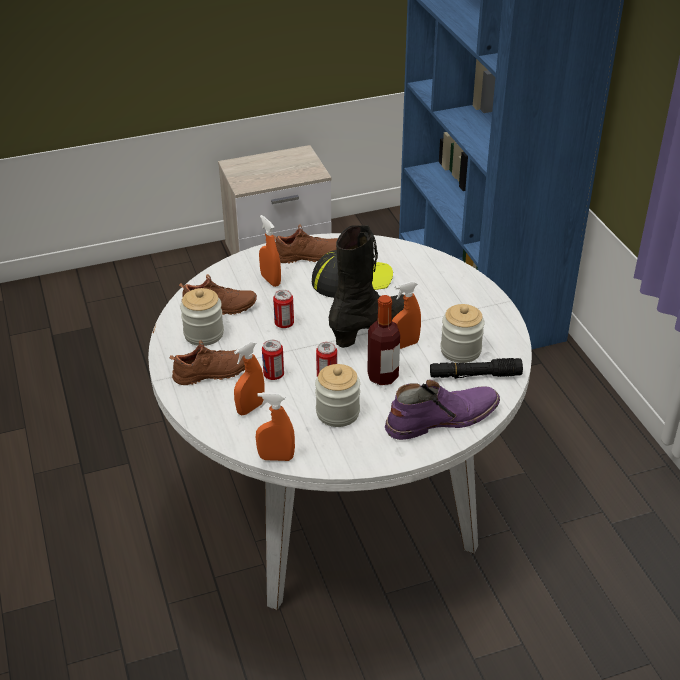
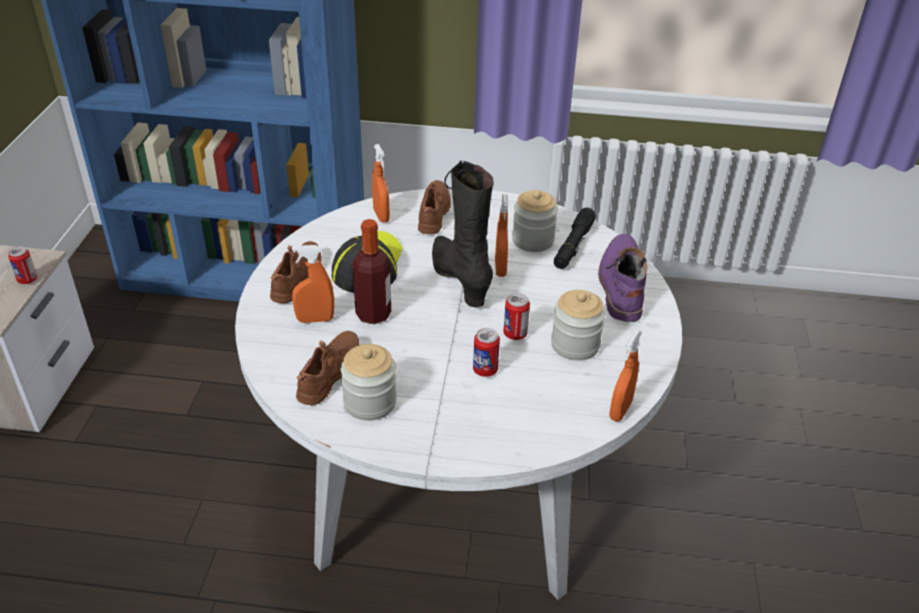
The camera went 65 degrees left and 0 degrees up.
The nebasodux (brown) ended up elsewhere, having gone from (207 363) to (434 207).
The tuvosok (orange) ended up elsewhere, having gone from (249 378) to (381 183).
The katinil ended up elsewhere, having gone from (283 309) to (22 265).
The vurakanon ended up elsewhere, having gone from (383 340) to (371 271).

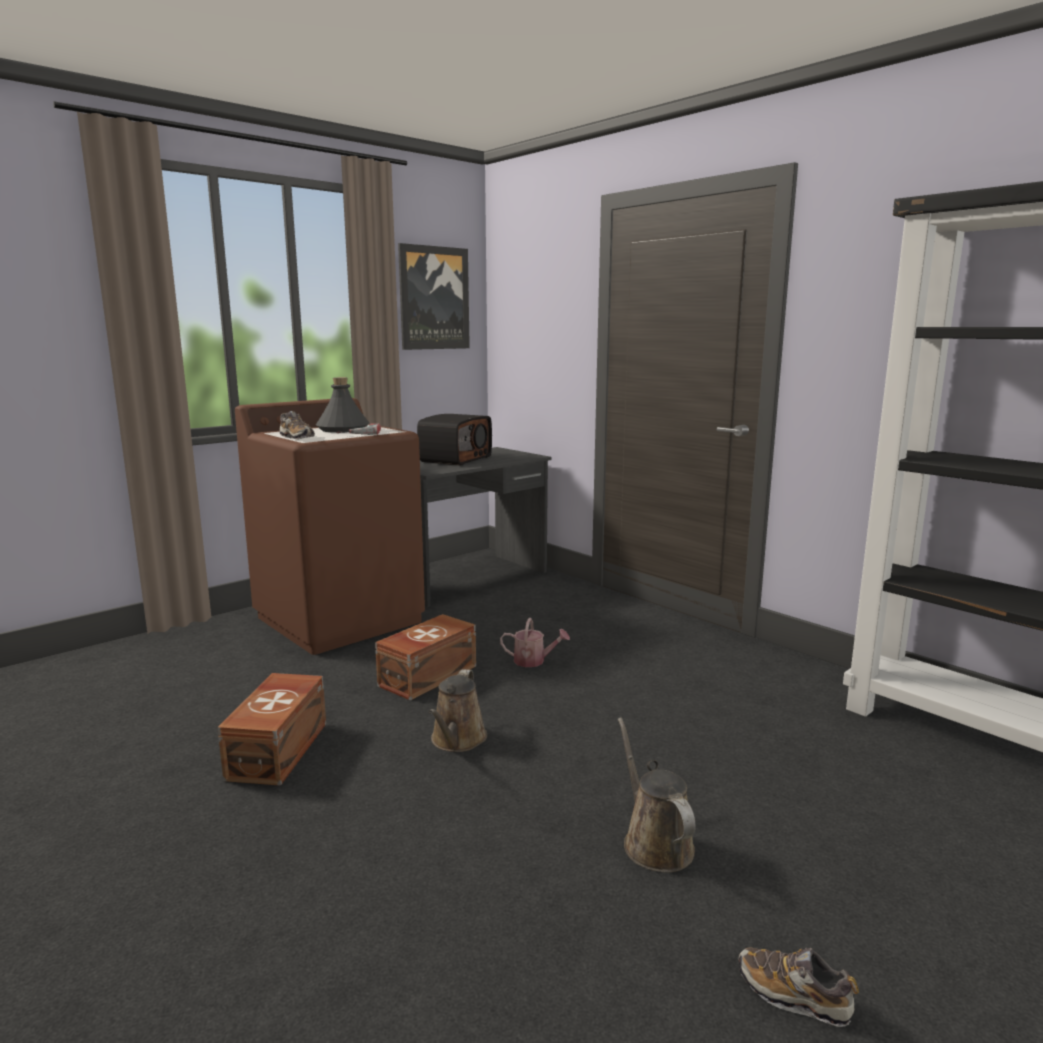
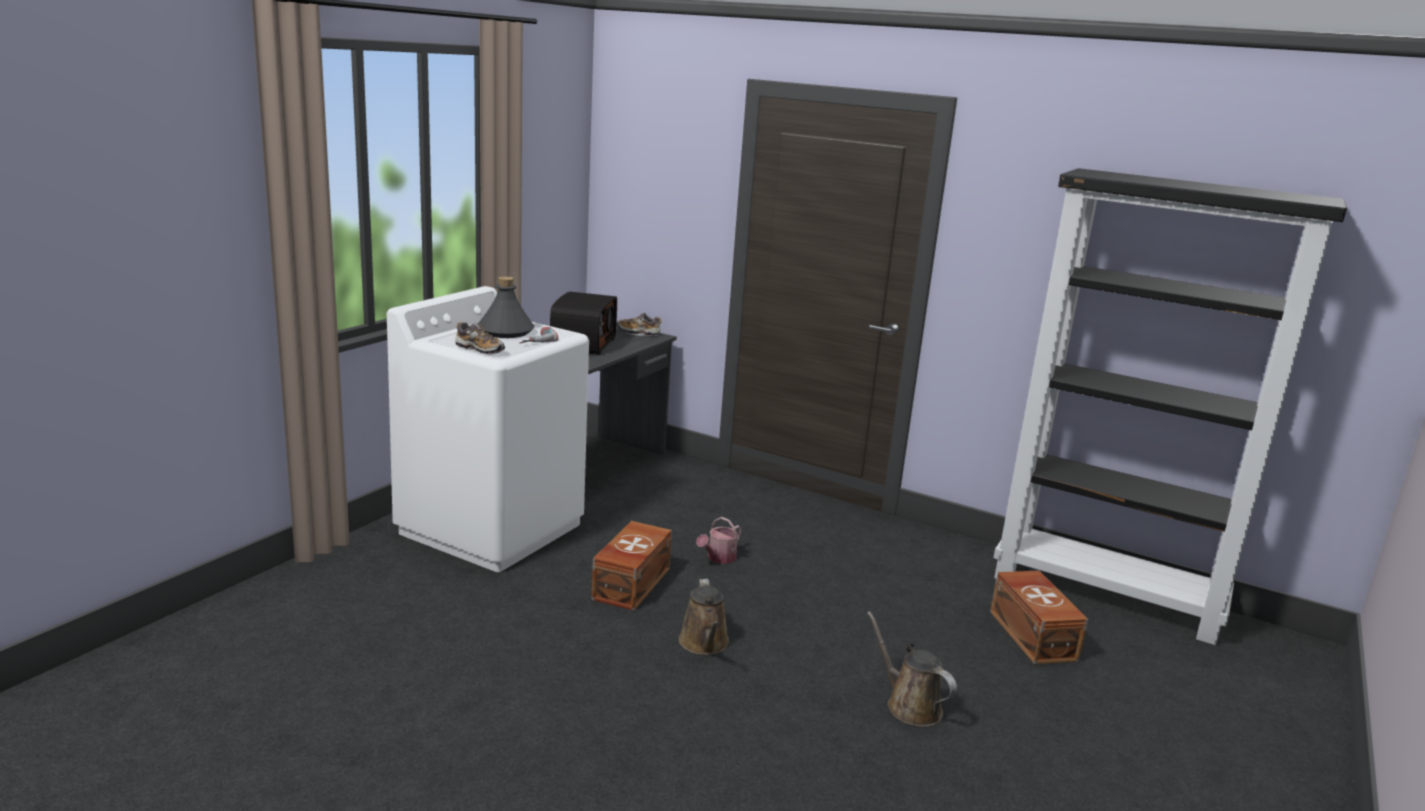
The camera went 20 degrees left and 5 degrees up.
The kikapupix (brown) ended up elsewhere, having gone from (271 729) to (1039 617).
What was the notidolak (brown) at (330 526) turned into the notidolak (white) at (488 429).
The second view lost the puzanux at (434 296).
The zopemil at (535 642) ended up facing another way, 135 degrees clockwise from before.
The nebasodux ended up elsewhere, having gone from (799 987) to (639 324).

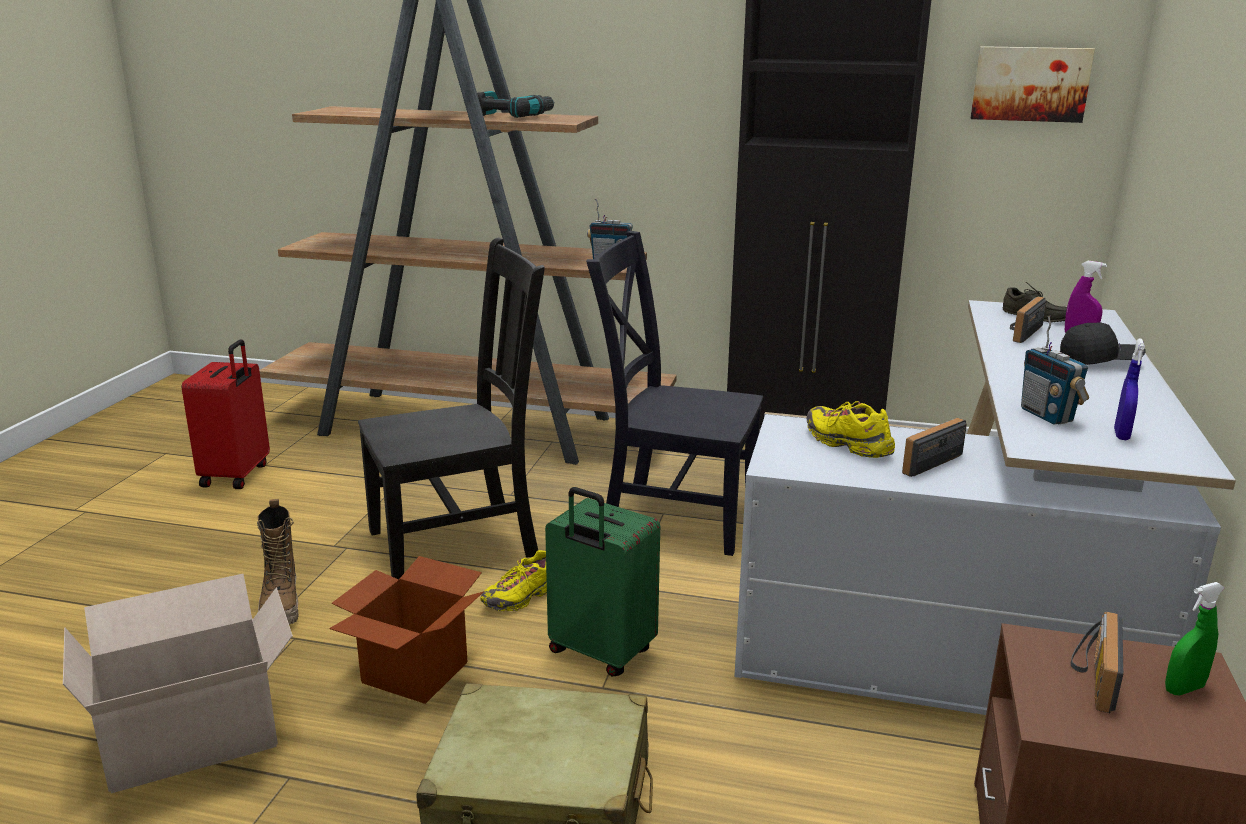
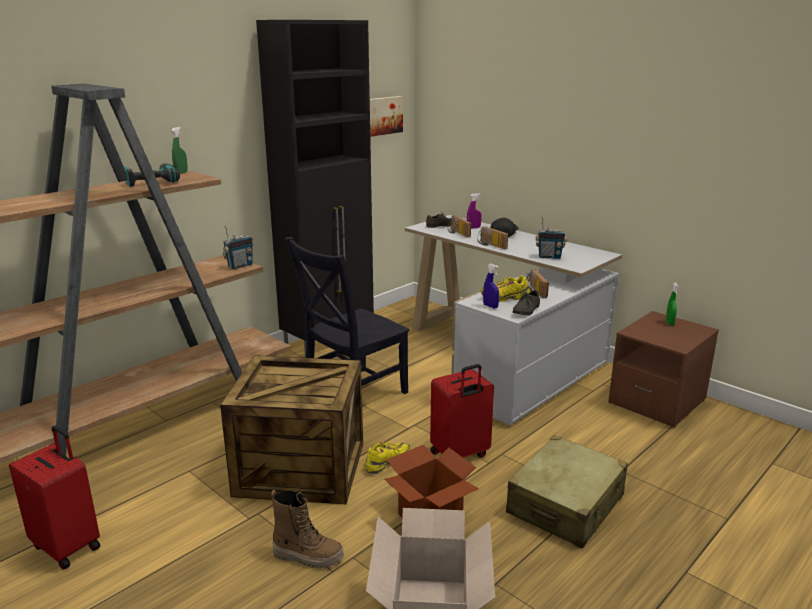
The camera went 60 degrees left and 0 degrees up.
Where the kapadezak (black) stood at (451 408), the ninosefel came to stand at (291 429).
The nebasodux (yellow) at (513 580) ended up facing another way, 120 degrees counterclockwise from before.
What was the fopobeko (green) at (602 582) turned into the fopobeko (red) at (462 411).
The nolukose ended up elsewhere, having gone from (1097 662) to (493 237).
The tuvosok (blue) ended up elsewhere, having gone from (1129 389) to (491 286).
The second view gained the tuvosok (green) at (179 150).
The second view gained the nebasodux (grey) at (526 300).

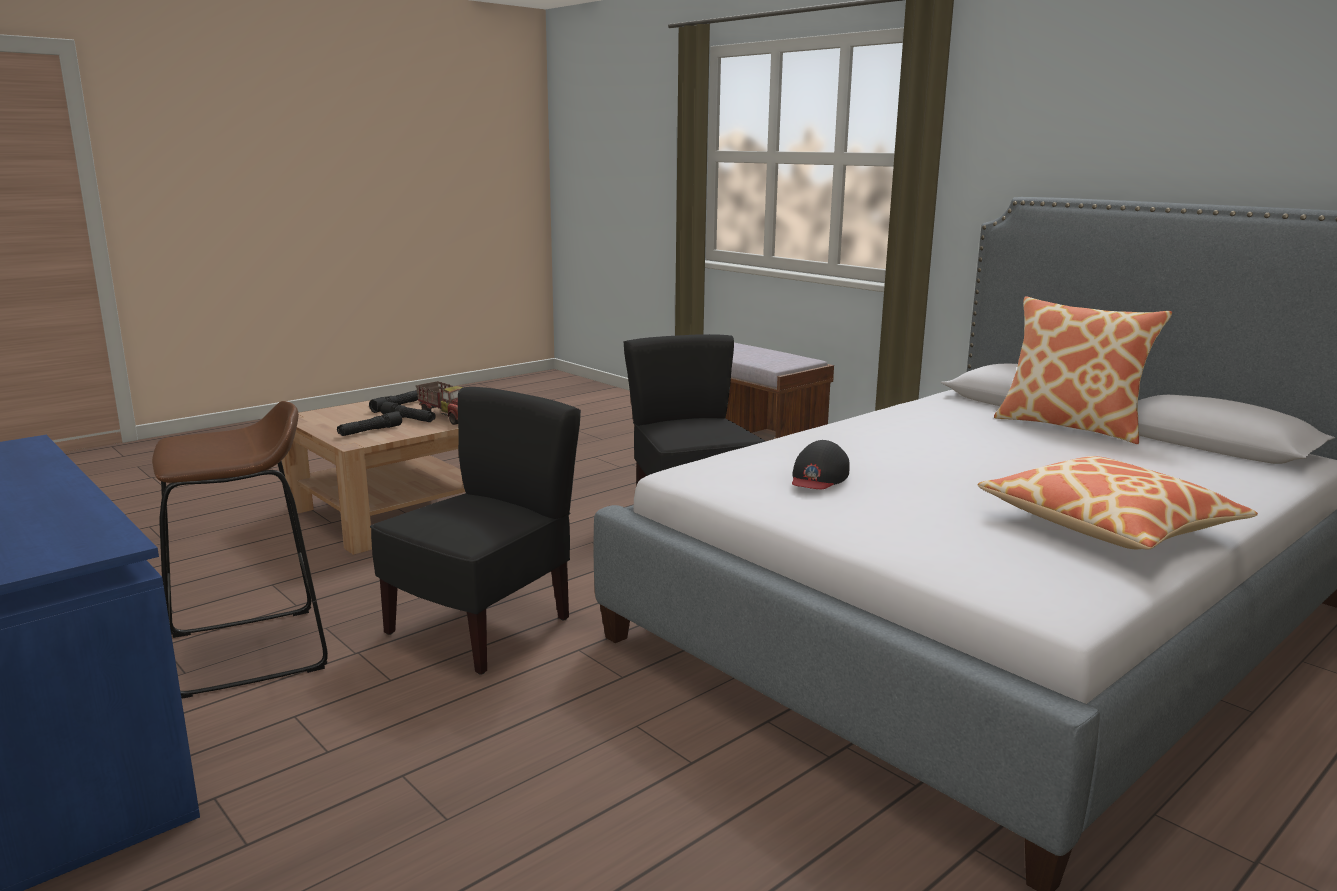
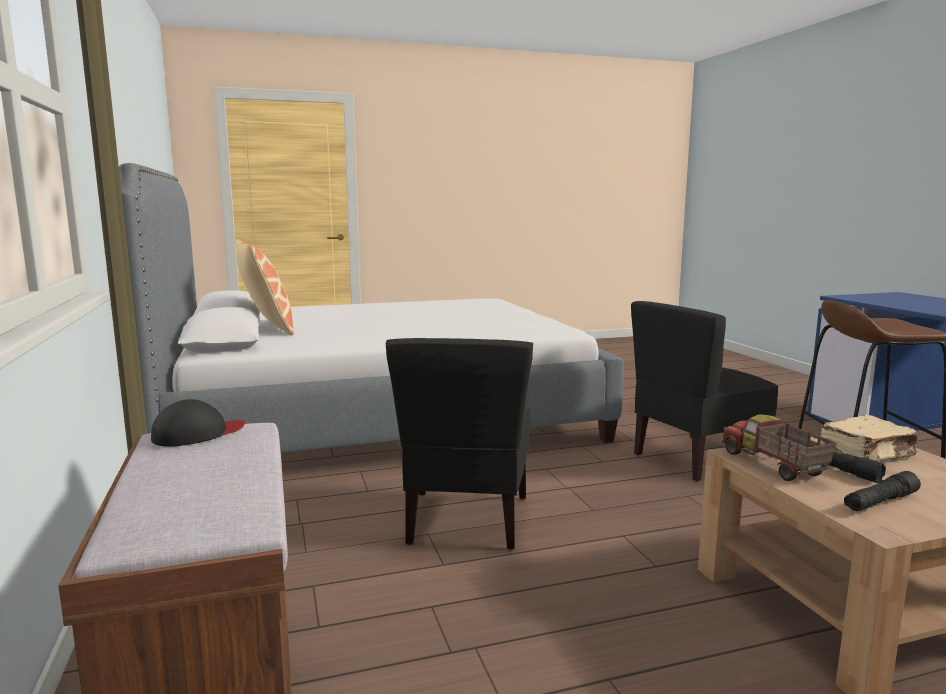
The camera went 155 degrees left and 5 degrees down.
Where the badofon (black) stood at (369 423), the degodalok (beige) came to stand at (869 438).
The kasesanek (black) ended up elsewhere, having gone from (821 464) to (198 423).
The second view lost the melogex at (1118 503).

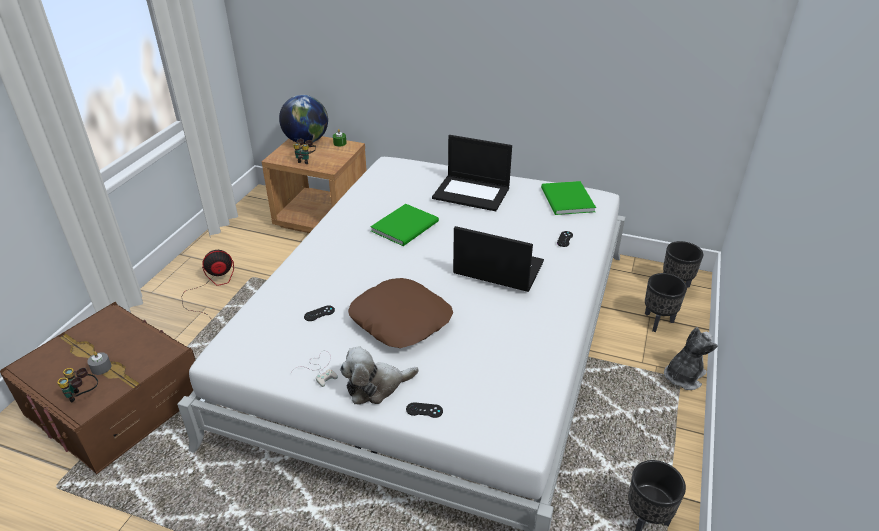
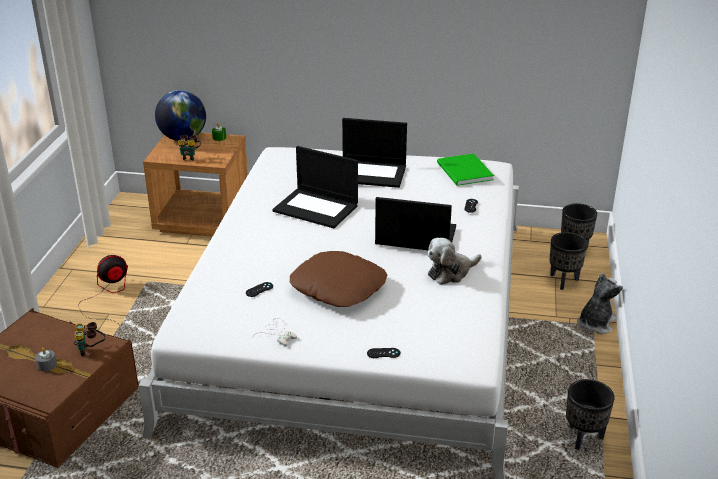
The camera went 10 degrees left and 5 degrees down.
The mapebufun ended up elsewhere, having gone from (77 385) to (89 339).
The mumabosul ended up elsewhere, having gone from (379 375) to (454 261).
Where the degodalok (green) stood at (404 225), the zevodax came to stand at (315 187).

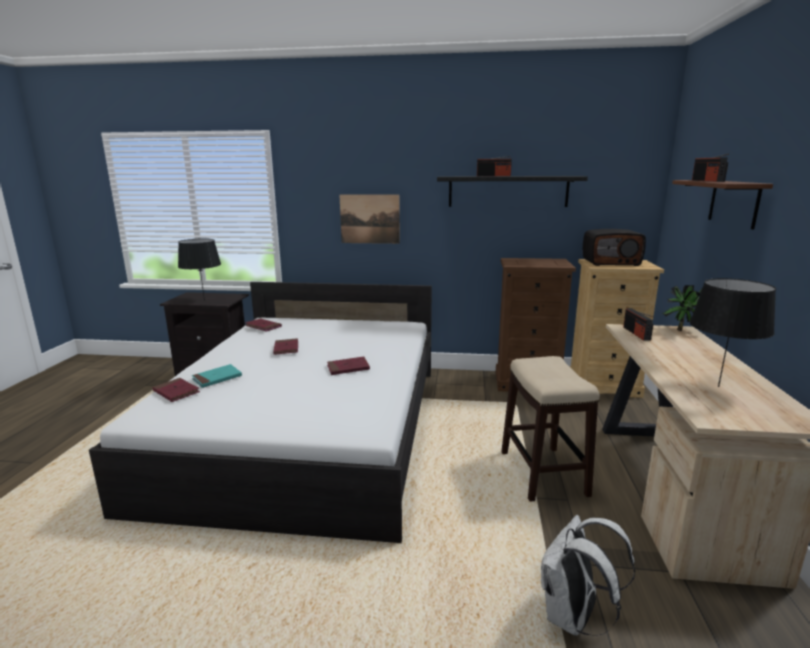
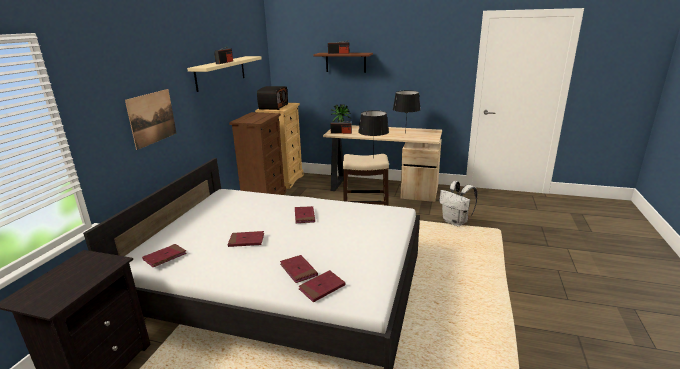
The camera went 80 degrees left and 5 degrees up.
The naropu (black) ended up elsewhere, having gone from (199 269) to (373 134).
What was the degodalok (turquoise) at (217 376) turned into the degodalok (red) at (299 269).
What was the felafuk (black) at (512 191) turned into the felafuk (beige) at (224 74).

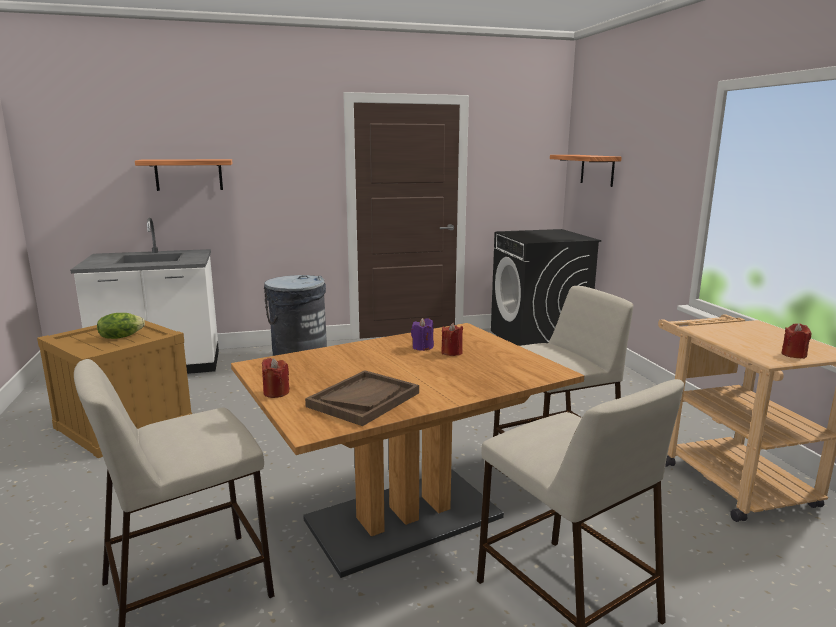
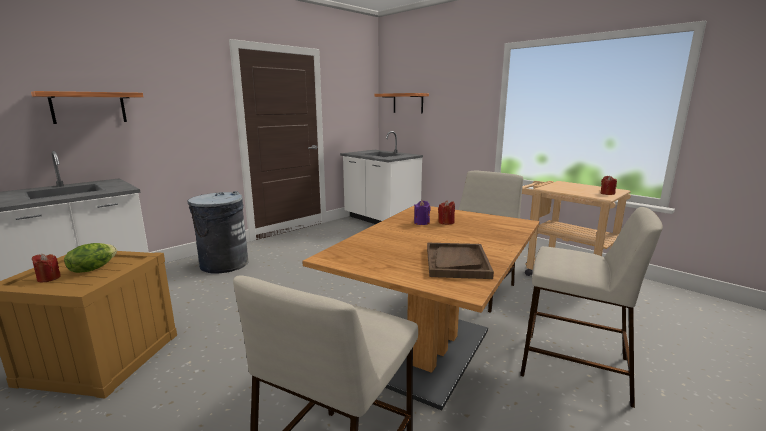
The camera went 30 degrees left and 0 degrees up.
The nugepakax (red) ended up elsewhere, having gone from (276 378) to (46 268).
Where the notidolak (black) stood at (546 287), the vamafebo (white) came to stand at (381 177).

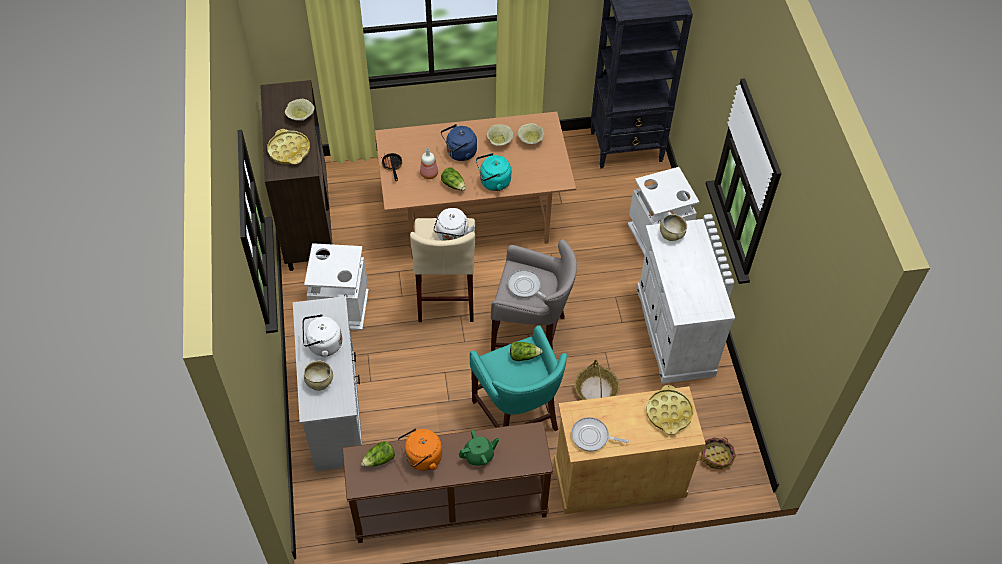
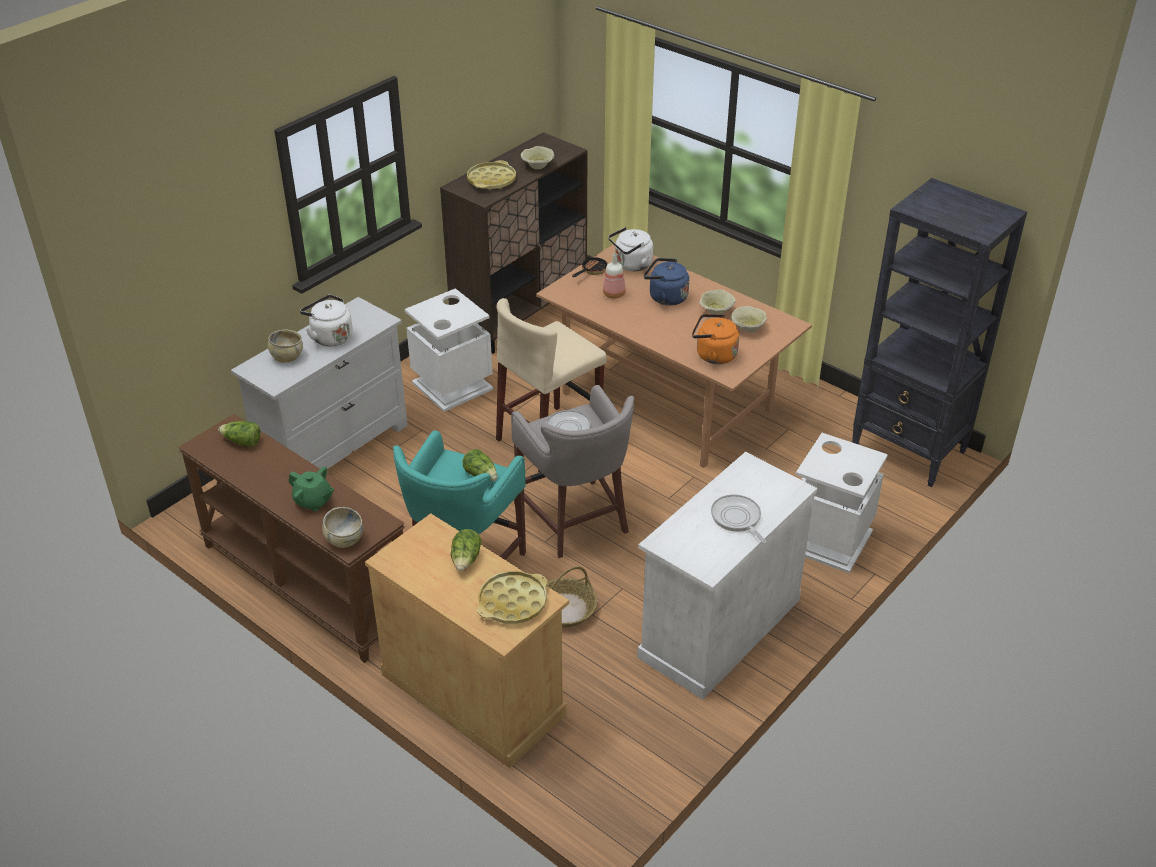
The camera went 50 degrees right and 15 degrees down.
The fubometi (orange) ended up elsewhere, having gone from (419 449) to (715 339).
The fubometi (white) ended up elsewhere, having gone from (454 224) to (630 249).
The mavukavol ended up elsewhere, having gone from (453 179) to (466 550).
The second view lost the fubometi (turquoise) at (493 172).
The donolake ended up elsewhere, having gone from (600 434) to (739 519).
The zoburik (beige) ended up elsewhere, having gone from (673 227) to (342 527).
The second view lost the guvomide at (718 453).

